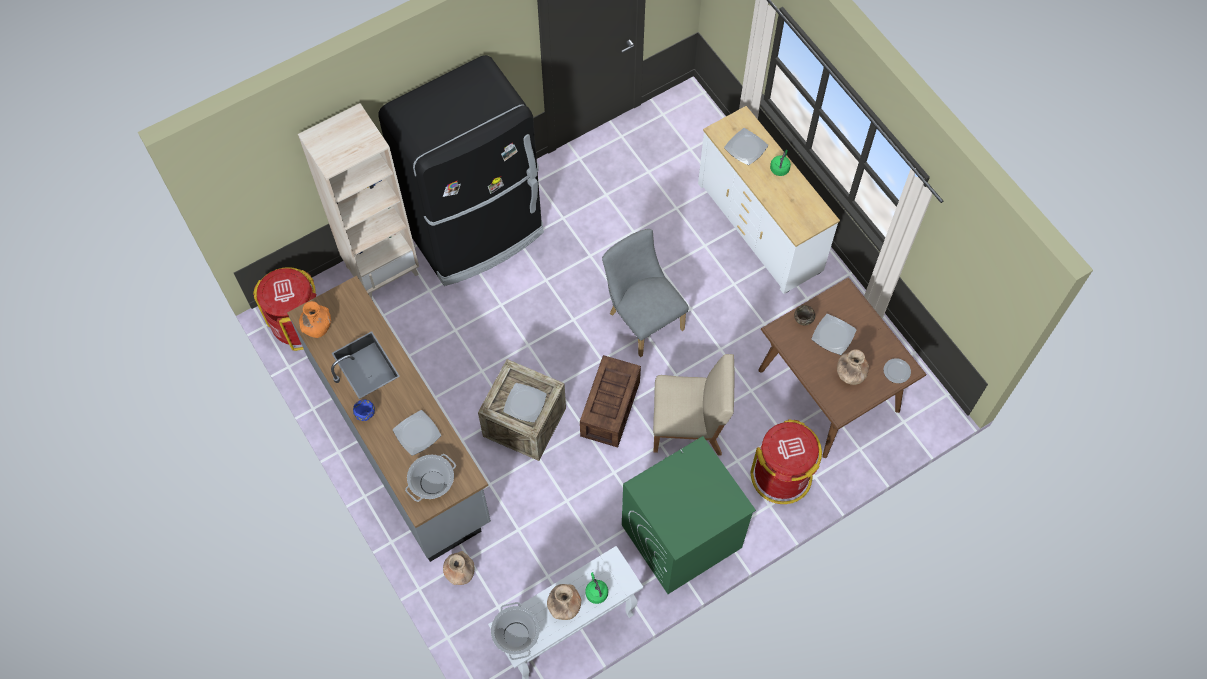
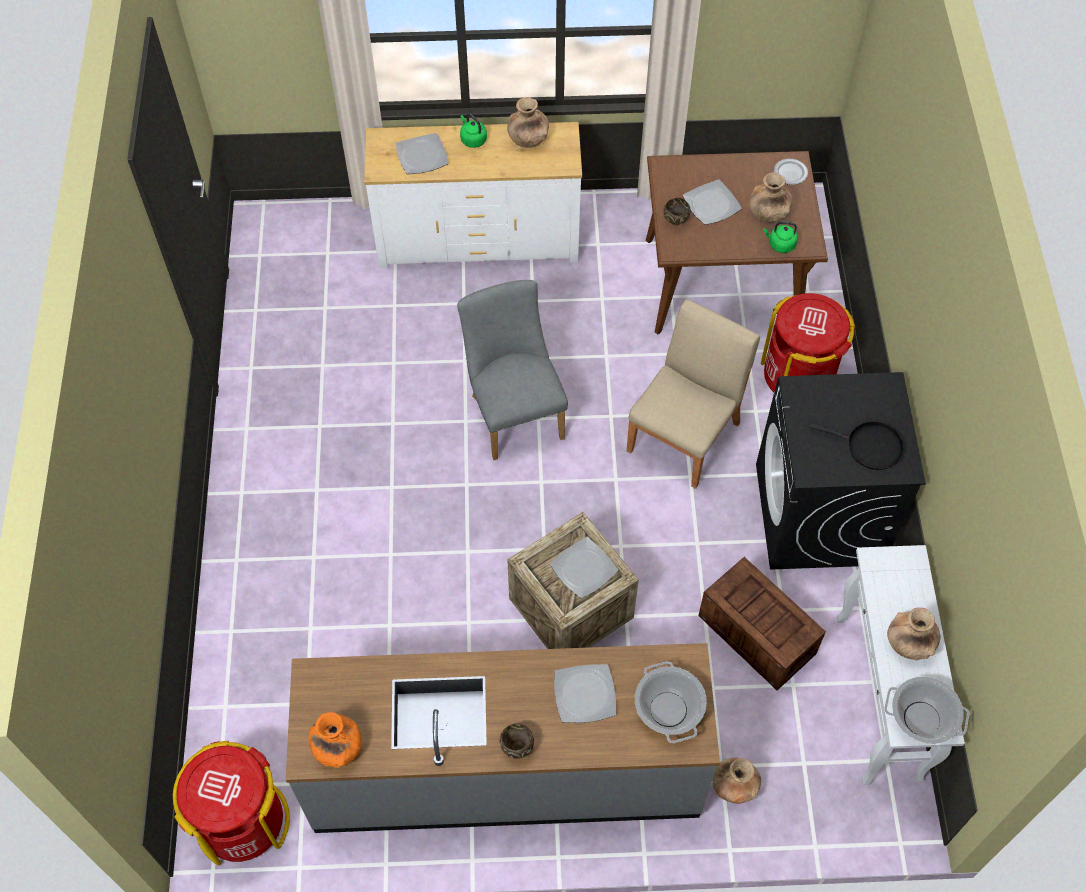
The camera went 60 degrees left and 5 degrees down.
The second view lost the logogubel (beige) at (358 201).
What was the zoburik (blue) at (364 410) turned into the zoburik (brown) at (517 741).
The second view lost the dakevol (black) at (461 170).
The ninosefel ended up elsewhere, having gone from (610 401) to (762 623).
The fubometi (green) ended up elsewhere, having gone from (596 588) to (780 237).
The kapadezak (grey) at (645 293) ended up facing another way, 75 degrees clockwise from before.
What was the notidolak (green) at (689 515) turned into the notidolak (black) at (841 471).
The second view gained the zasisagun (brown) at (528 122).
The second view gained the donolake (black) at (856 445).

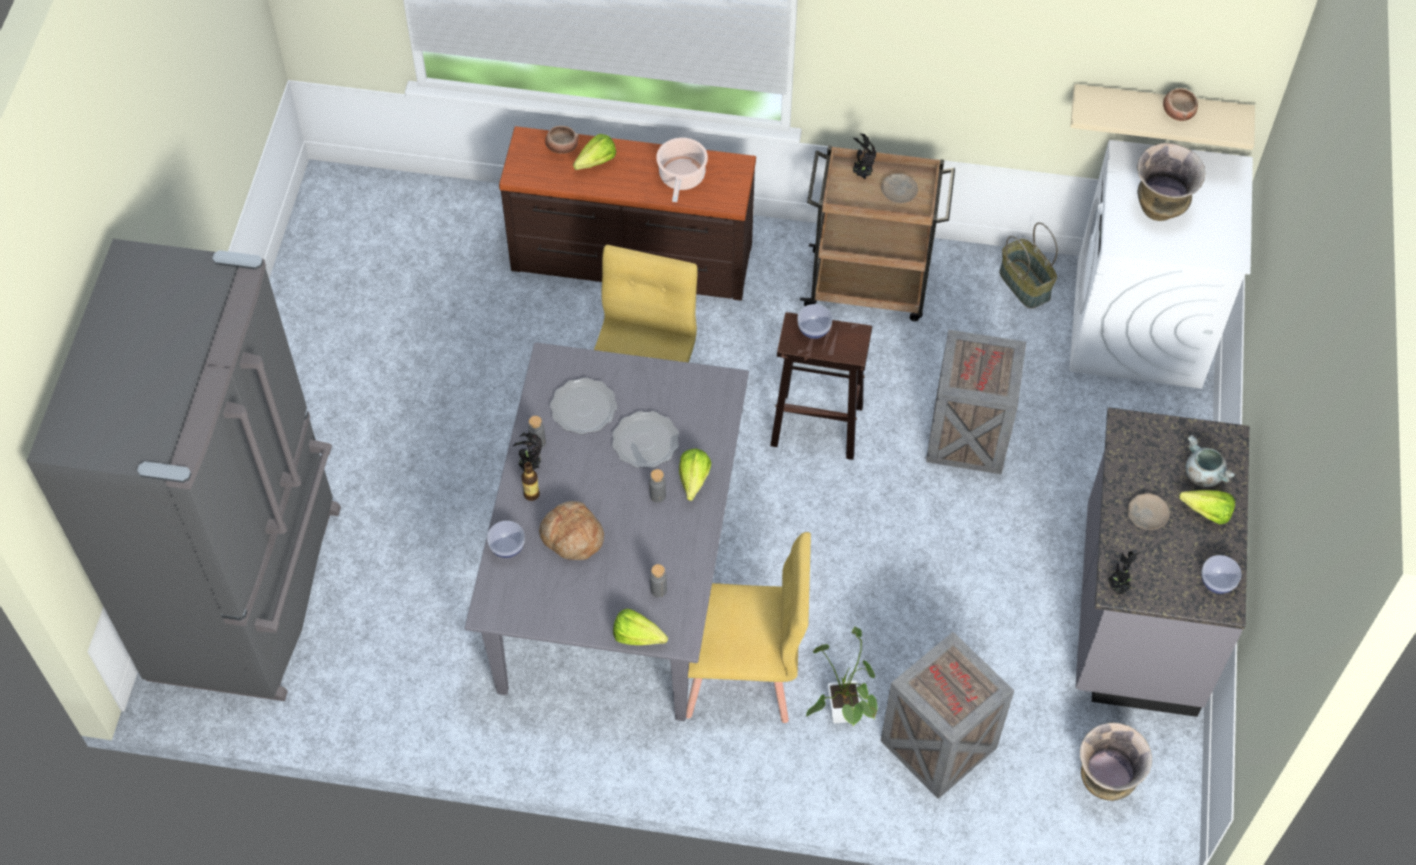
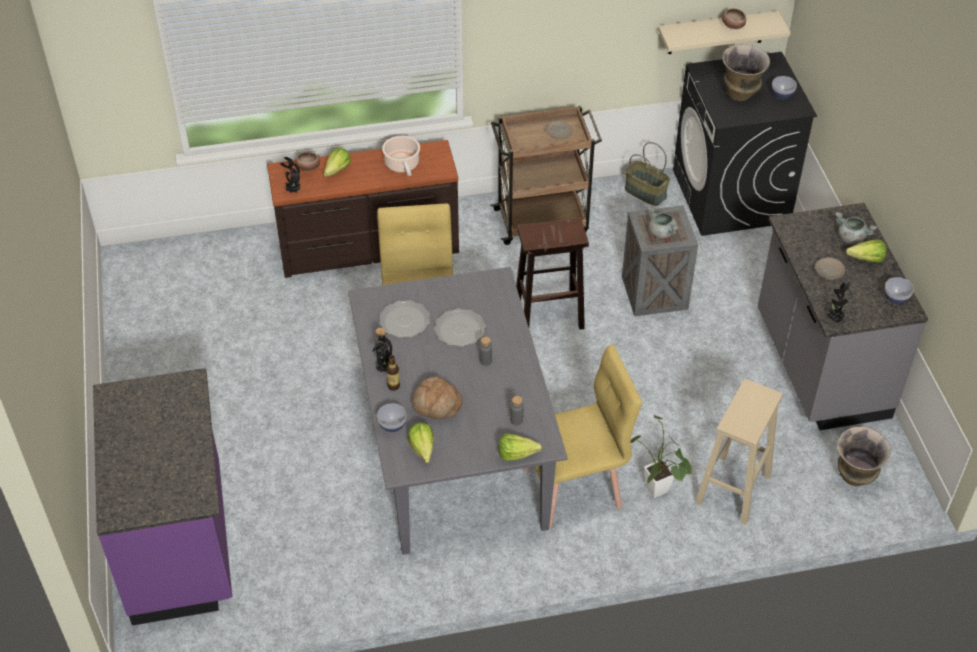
The camera went 20 degrees left and 10 degrees down.
Where the dakevol (grey) stood at (184 470), the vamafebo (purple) came to stand at (162 497).
The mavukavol ended up elsewhere, having gone from (695 475) to (421 442).
The zoburik ended up elsewhere, having gone from (815 321) to (784 87).
The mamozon ended up elsewhere, having gone from (864 156) to (290 175).
Where the ninosefel stood at (947 715), the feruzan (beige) came to stand at (738 452).
What was the notidolak (white) at (1161 264) turned into the notidolak (black) at (745 144).
The second view gained the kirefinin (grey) at (663 222).

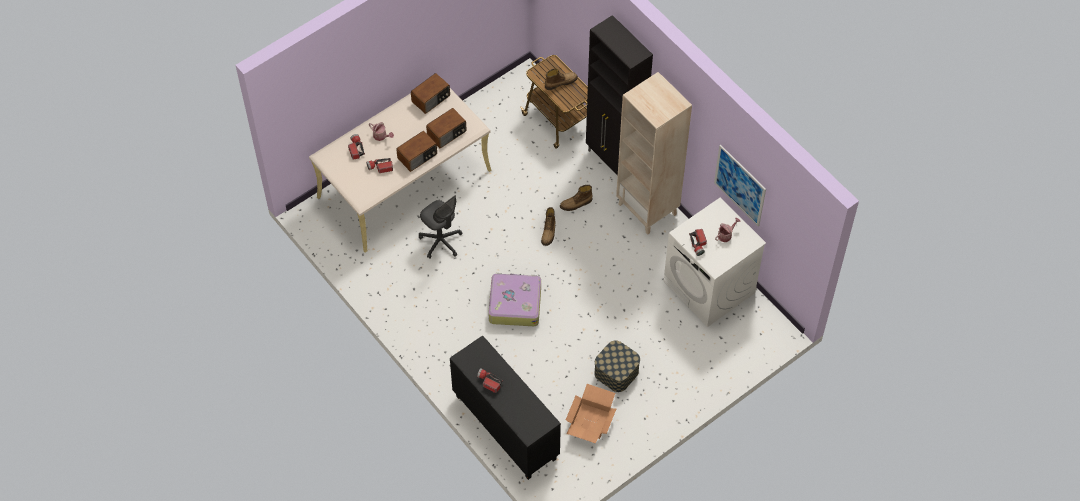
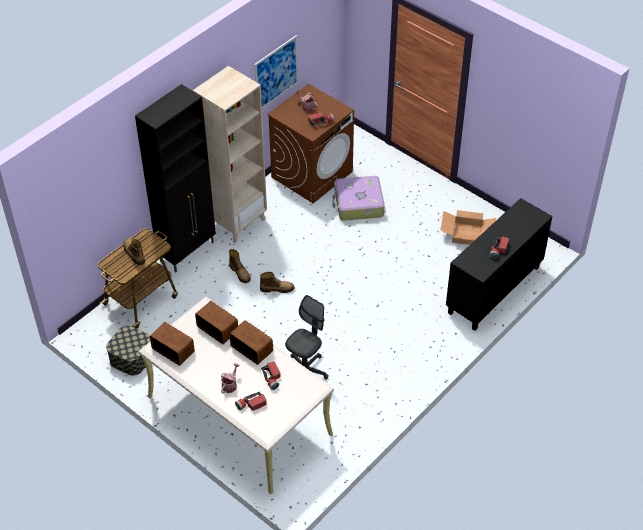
The camera went 100 degrees left and 10 degrees down.
The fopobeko ended up elsewhere, having gone from (514 299) to (358 198).
The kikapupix ended up elsewhere, having gone from (617 366) to (128 351).
What was the notidolak (white) at (715 262) turned into the notidolak (brown) at (310 143).

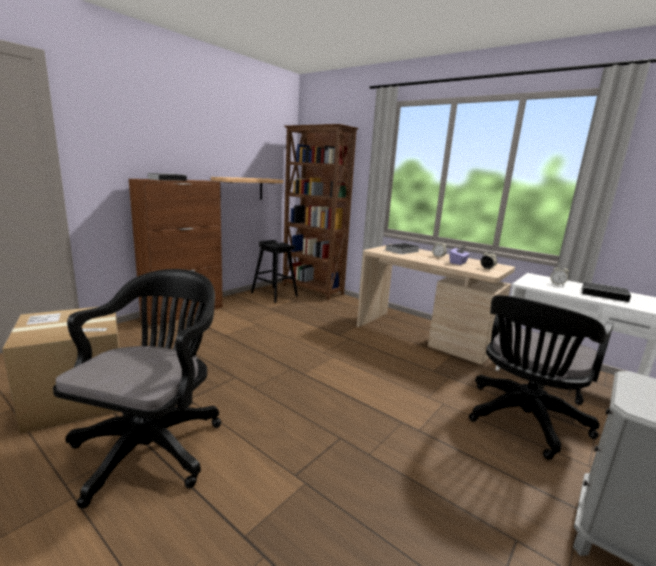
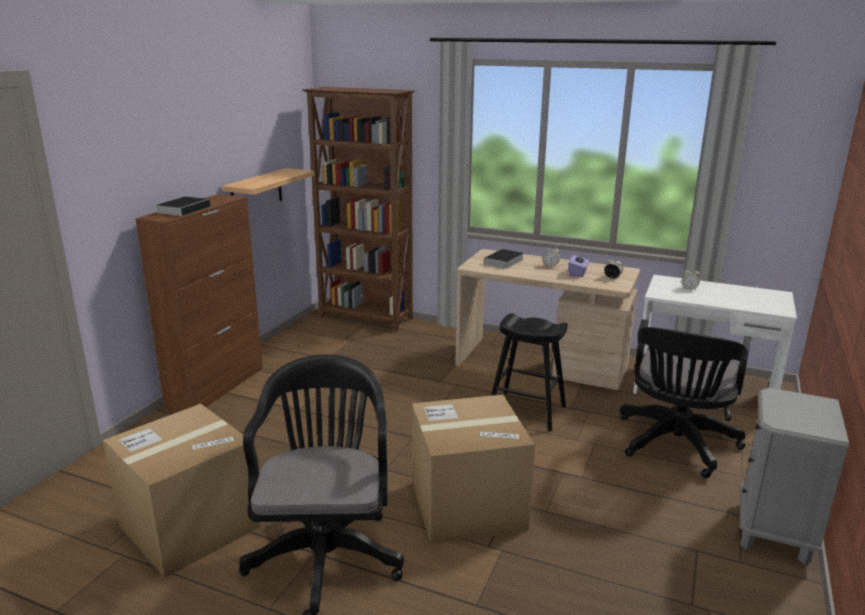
The camera went 15 degrees left and 5 degrees up.
The feruzan (black) ended up elsewhere, having gone from (274 271) to (529 372).
The second view lost the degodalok at (609 292).
The second view gained the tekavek at (473 469).

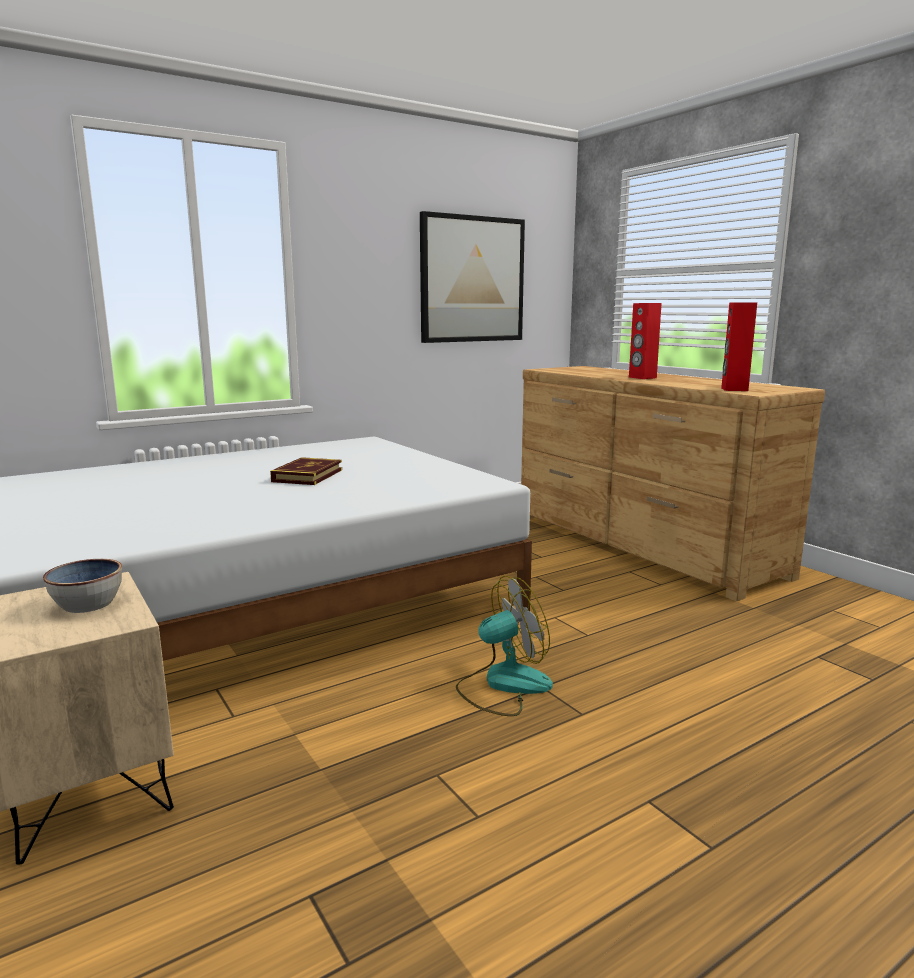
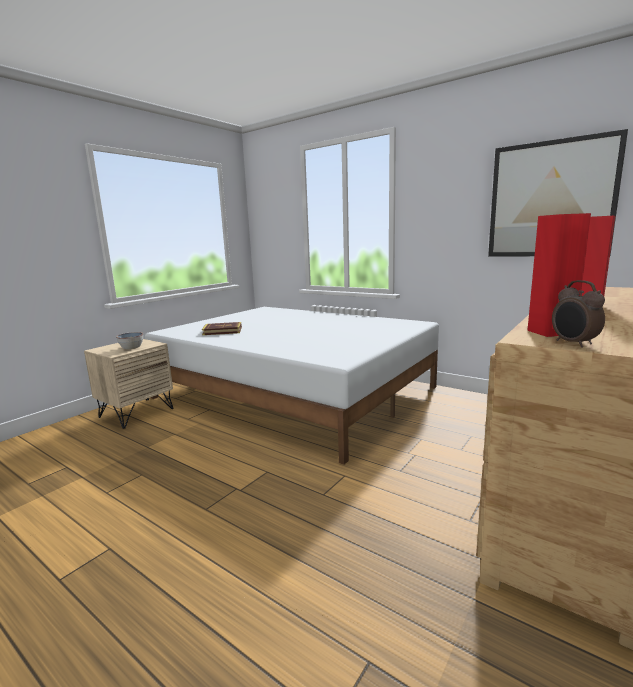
The camera went 70 degrees right and 0 degrees up.
The degodalok ended up elsewhere, having gone from (306 471) to (222 328).
The second view lost the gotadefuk at (504 646).
The second view gained the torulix at (578 314).

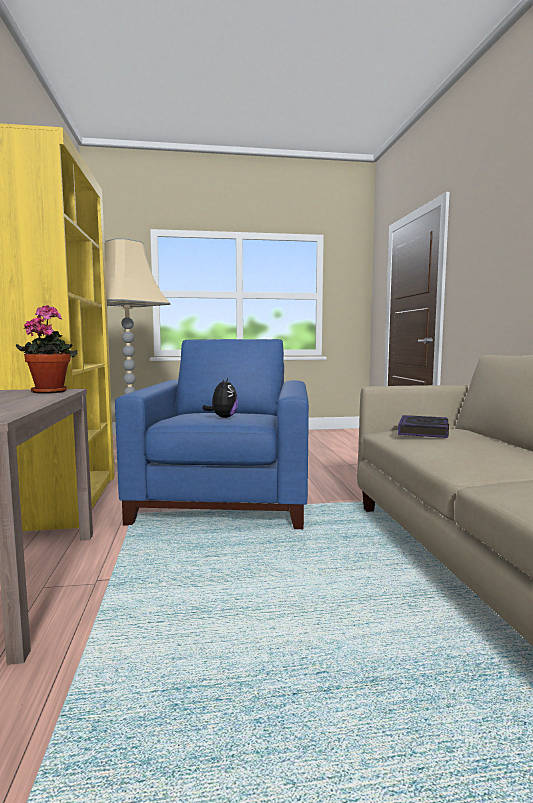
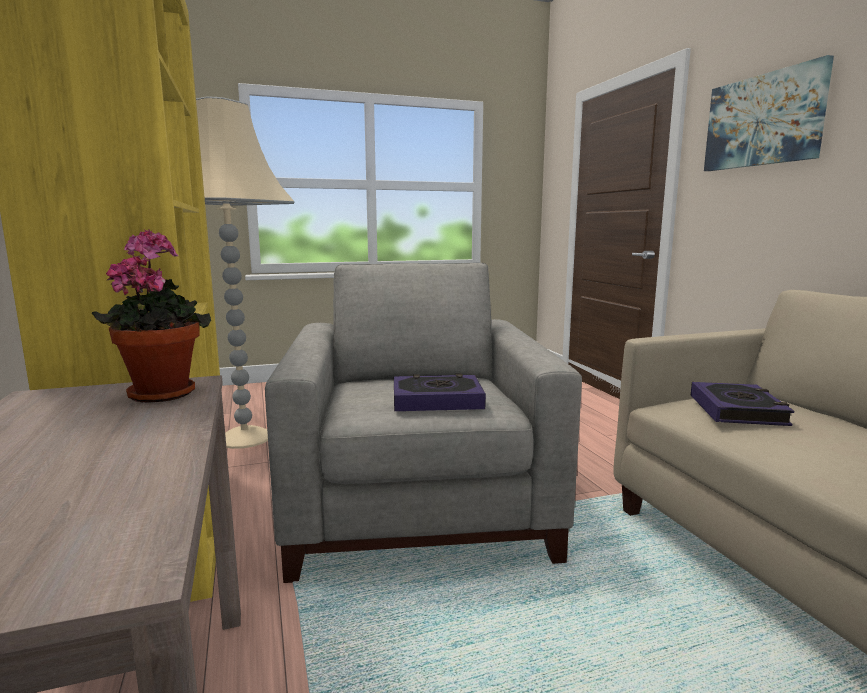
The camera went 10 degrees left and 5 degrees up.
What was the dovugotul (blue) at (212 434) turned into the dovugotul (grey) at (423 423).
Where the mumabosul stood at (220 398), the degodalok came to stand at (440 392).
The second view gained the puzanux at (769 113).

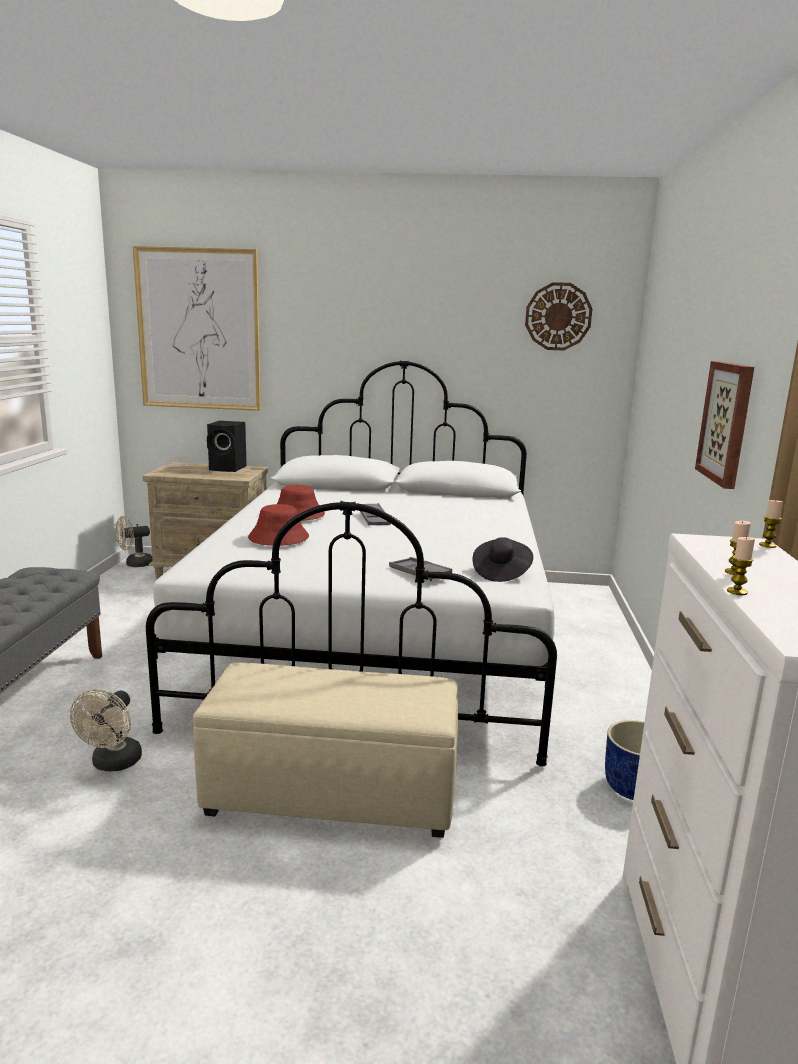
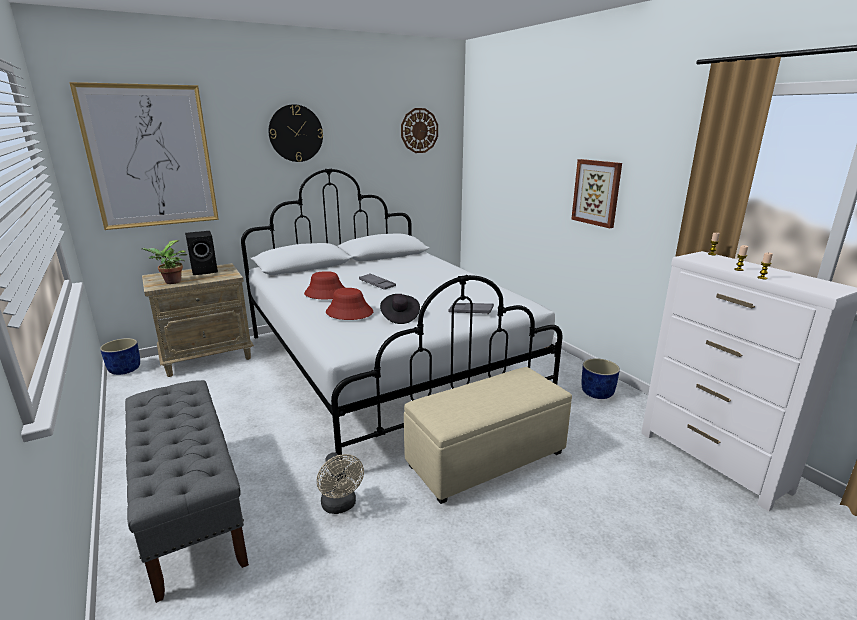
The camera went 35 degrees left and 5 degrees up.
Where the gotadefuk (beige) stood at (133 541), the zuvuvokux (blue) came to stand at (120 356).
The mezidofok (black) ended up elsewhere, having gone from (503 559) to (400 309).
The second view gained the mamozon at (165 262).
The second view gained the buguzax at (296 133).

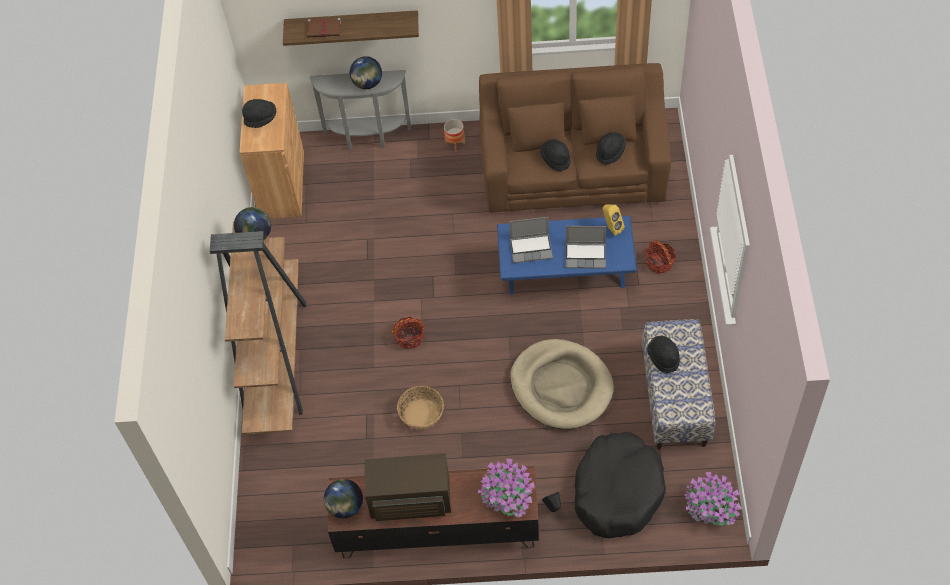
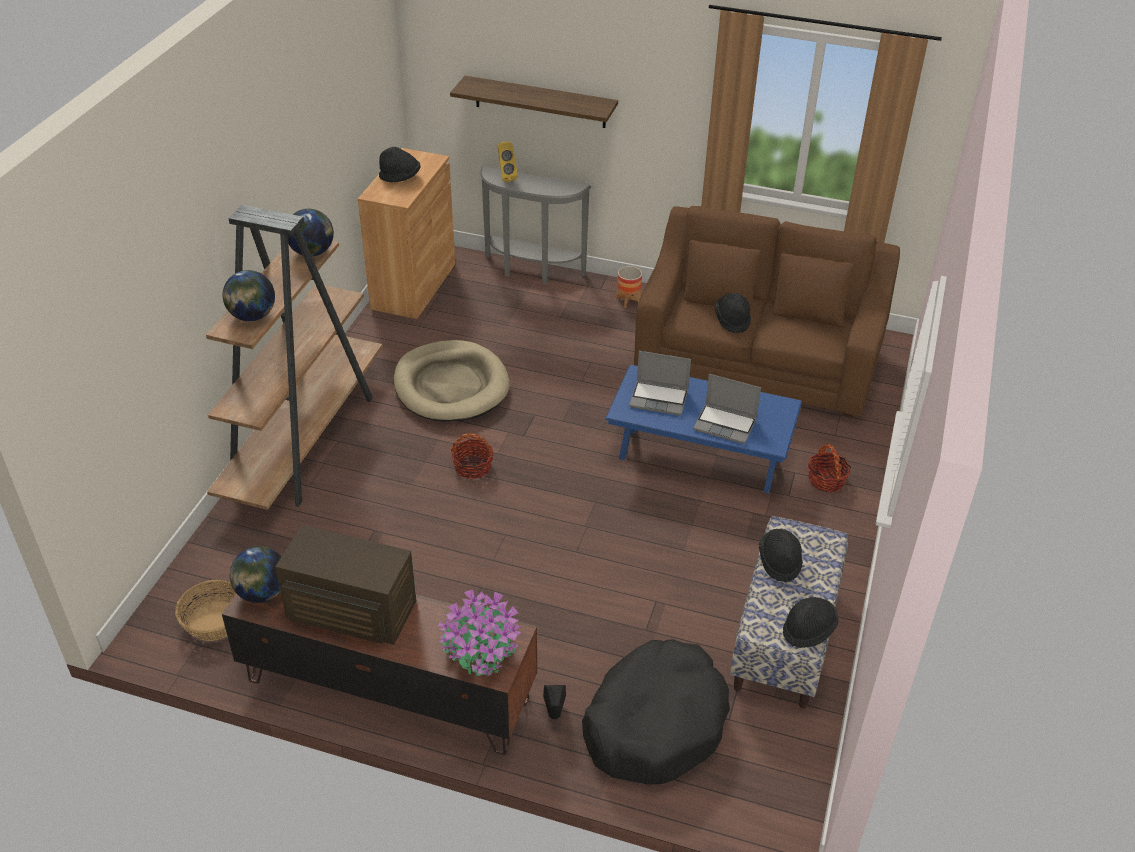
The camera went 15 degrees right and 15 degrees down.
The second view lost the degodalok (brown) at (325 27).
The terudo ended up elsewhere, having gone from (366 72) to (249 295).
The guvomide ended up elsewhere, having gone from (420 408) to (205 610).
The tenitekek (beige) ended up elsewhere, having gone from (562 384) to (452 381).
The mezidofok (black) ended up elsewhere, having gone from (611 148) to (810 622).
The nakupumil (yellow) ended up elsewhere, having gone from (614 220) to (508 161).
The second view lost the mamozon at (713 499).

